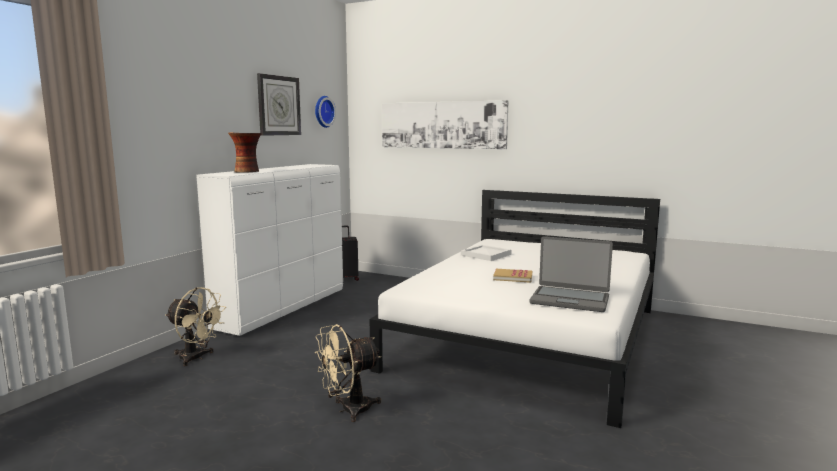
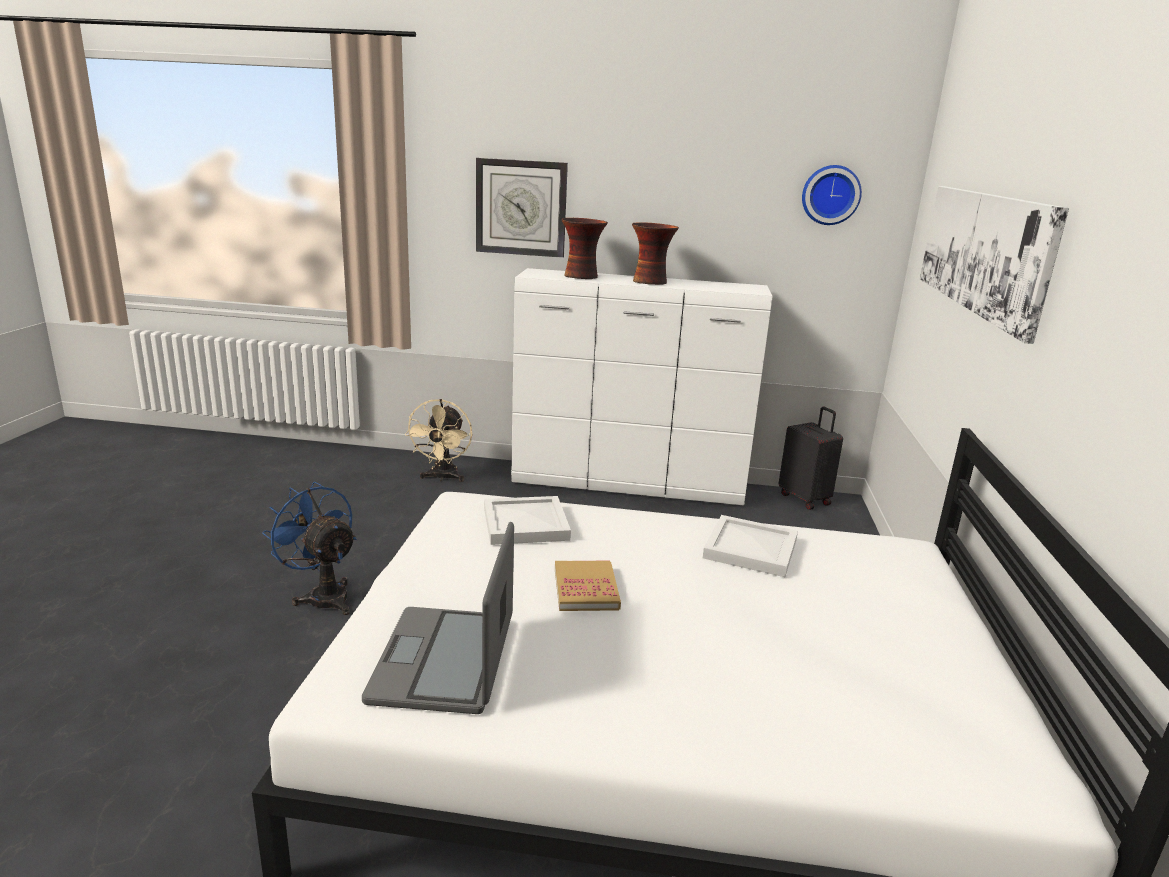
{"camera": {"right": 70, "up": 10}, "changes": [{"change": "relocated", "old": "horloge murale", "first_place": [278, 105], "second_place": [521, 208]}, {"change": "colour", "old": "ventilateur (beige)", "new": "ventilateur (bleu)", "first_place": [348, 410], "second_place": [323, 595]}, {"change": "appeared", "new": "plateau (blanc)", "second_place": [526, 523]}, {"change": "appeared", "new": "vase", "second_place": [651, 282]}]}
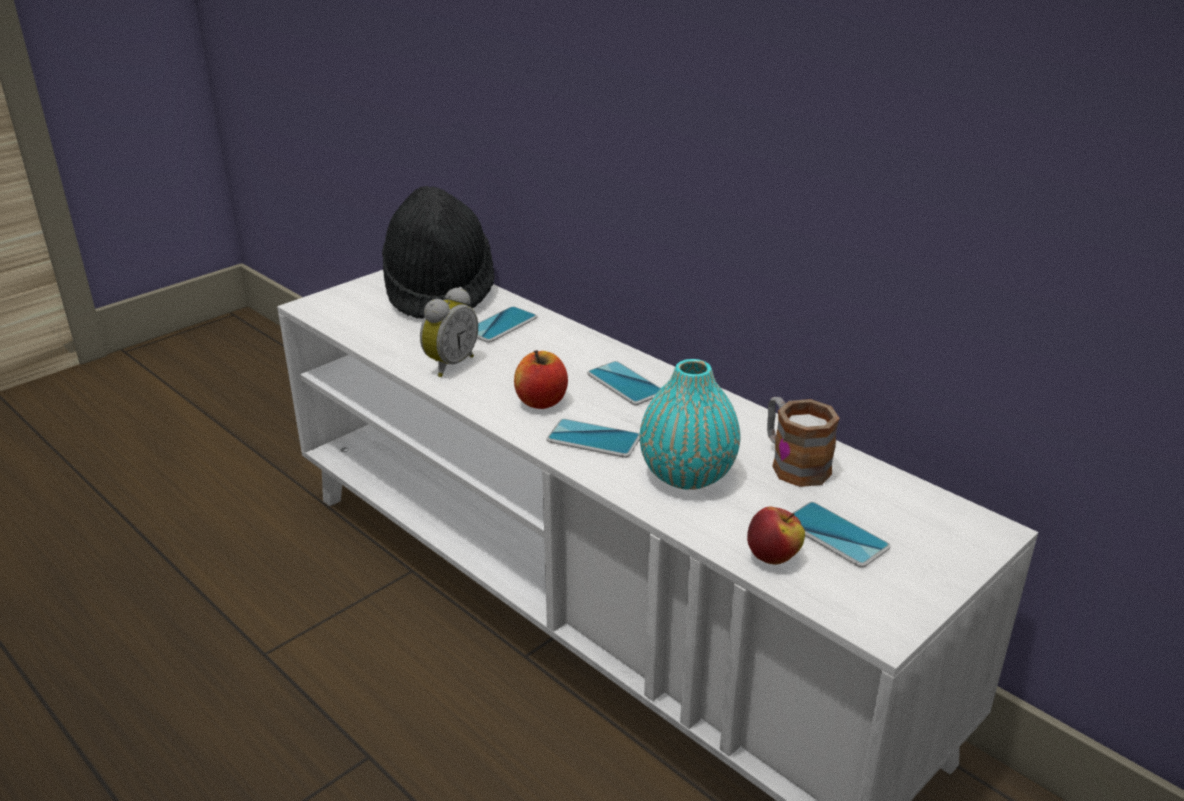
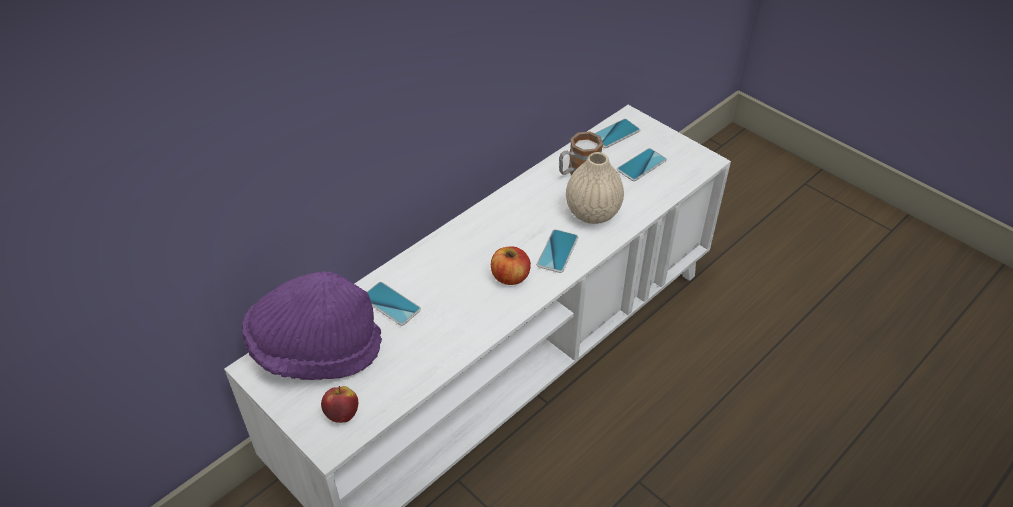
{"camera": {"right": -90, "up": 15}, "changes": [{"change": "colour", "old": "chapeau (noir)", "new": "chapeau (violet)", "first_place": [439, 291], "second_place": [316, 350]}, {"change": "missing", "old": "réveil", "first_place": [449, 364]}, {"change": "relocated", "old": "téléphone", "first_place": [625, 384], "second_place": [615, 134]}, {"change": "colour", "old": "vase (turquoise)", "new": "vase (beige)", "first_place": [687, 474], "second_place": [592, 213]}, {"change": "relocated", "old": "pomme", "first_place": [773, 557], "second_place": [342, 414]}]}
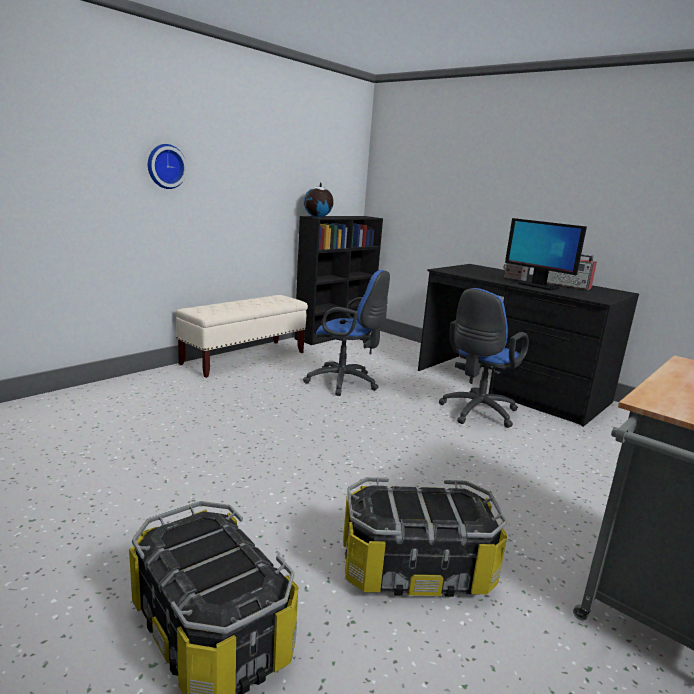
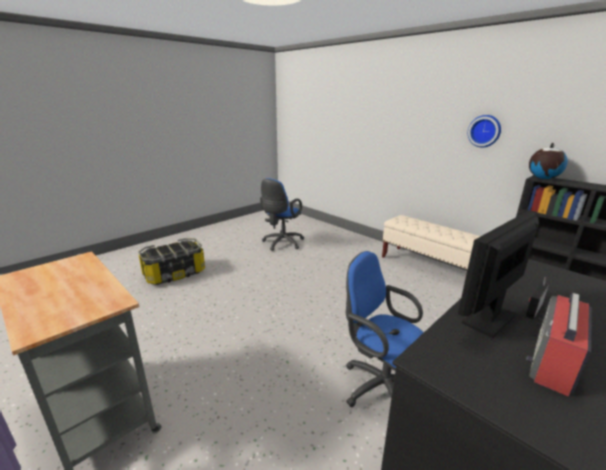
{"camera": {"right": 95, "up": 5}, "changes": [{"change": "relocated", "old": "horloge murale", "first_place": [165, 166], "second_place": [484, 131]}, {"change": "relocated", "old": "chaise de bureau (bleu)", "first_place": [345, 383], "second_place": [281, 243]}, {"change": "missing", "old": "boîte de rangement", "first_place": [416, 569]}]}
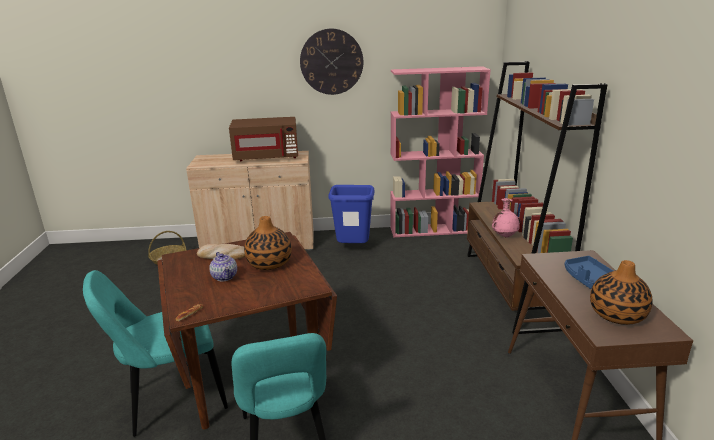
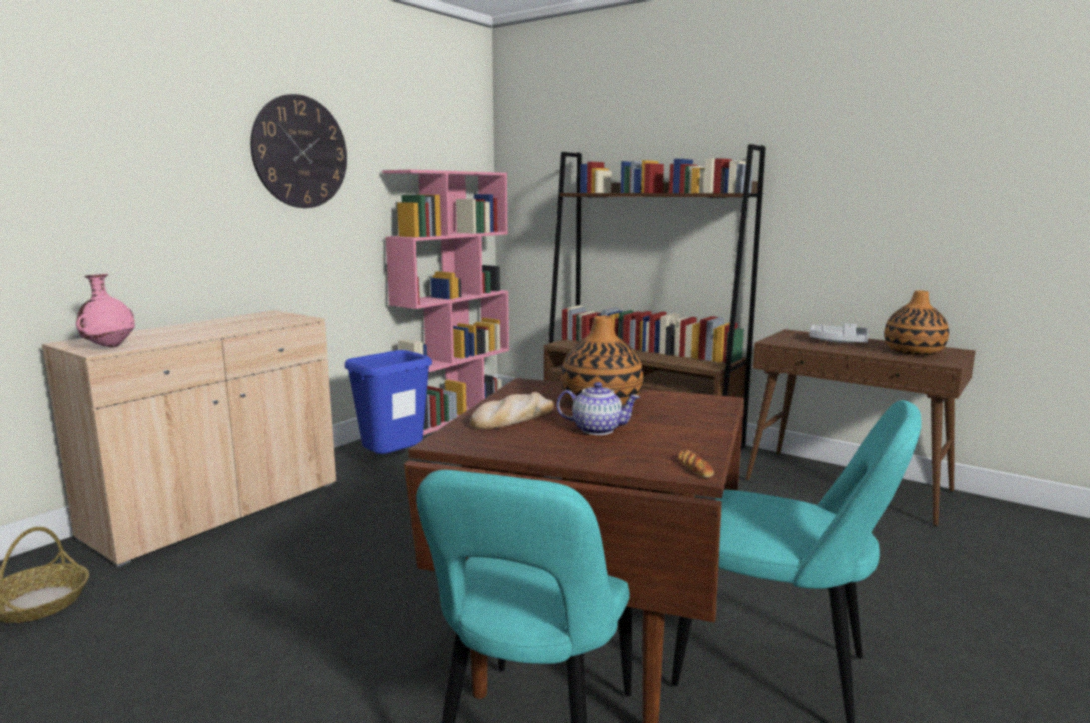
{"camera": {"right": -50, "up": -10}, "changes": [{"change": "missing", "old": "micro-ondes (marron)", "first_place": [267, 157]}, {"change": "relocated", "old": "vase (rose)", "first_place": [505, 236], "second_place": [110, 347]}, {"change": "colour", "old": "plateau (bleu)", "new": "plateau (gris)", "first_place": [588, 279], "second_place": [838, 342]}]}
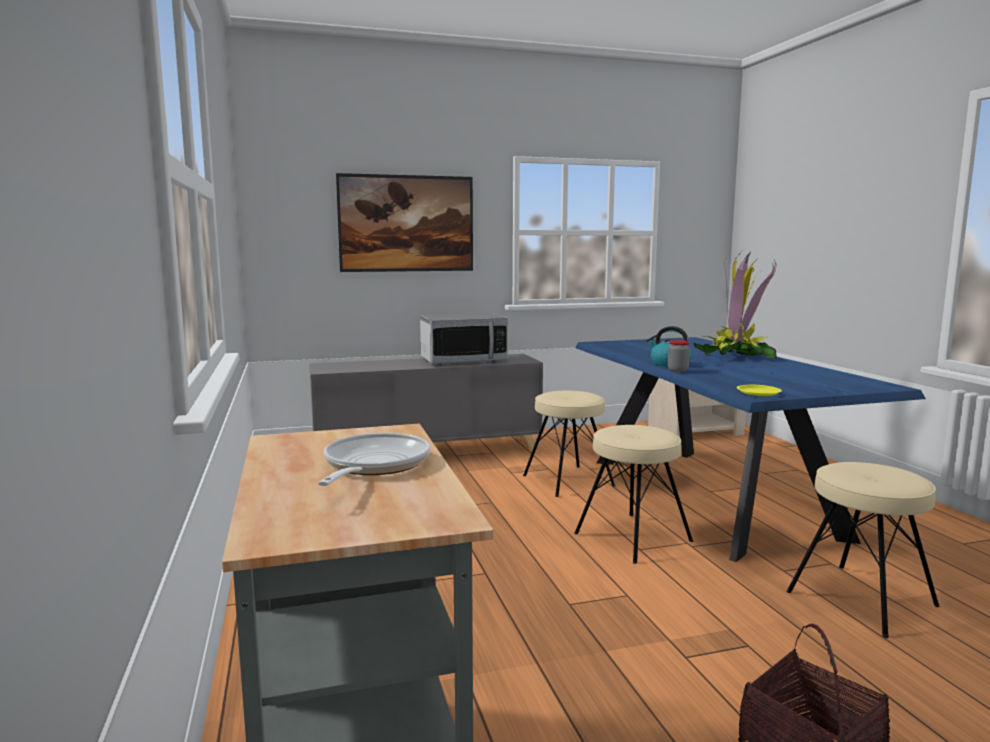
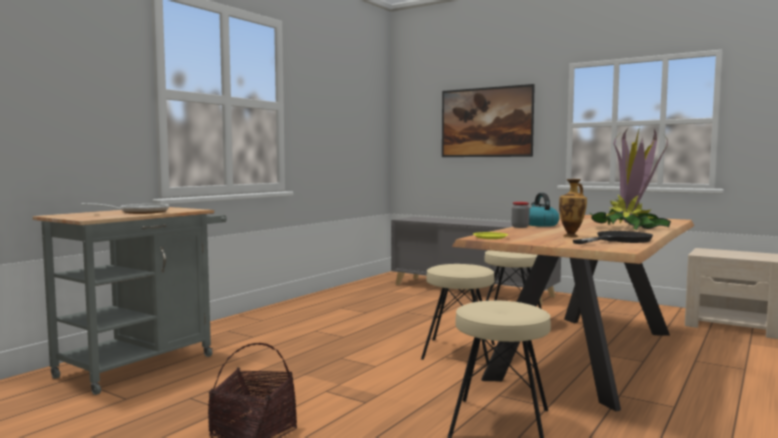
{"camera": {"right": 50, "up": -5}, "changes": [{"change": "missing", "old": "micro-ondes", "first_place": [463, 360]}, {"change": "colour", "old": "table à manger (bleu)", "new": "table à manger (marron)", "first_place": [708, 496], "second_place": [586, 354]}, {"change": "appeared", "new": "vase", "second_place": [571, 236]}, {"change": "appeared", "new": "poêle (noir)", "second_place": [617, 240]}]}
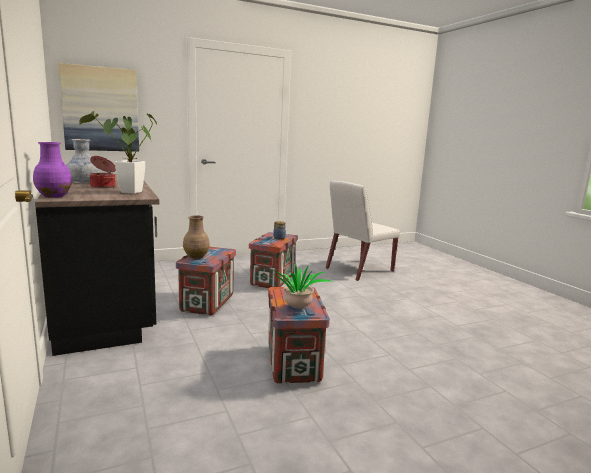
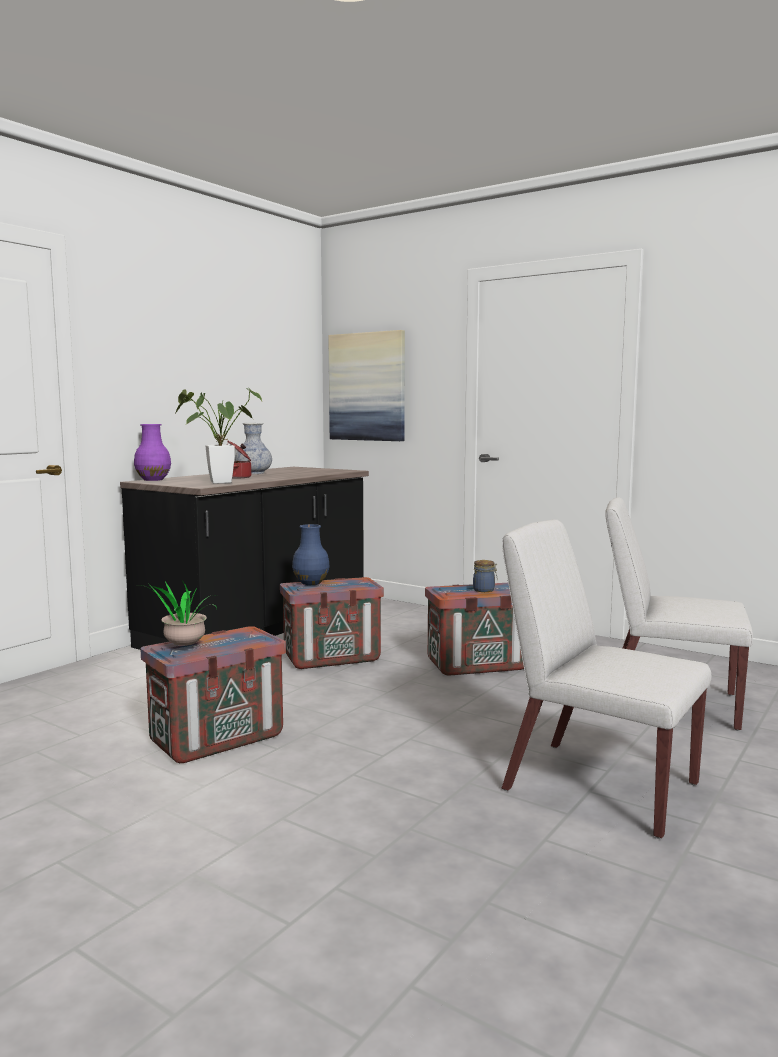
{"camera": {"right": 60, "up": -5}, "changes": [{"change": "colour", "old": "vase (marron)", "new": "vase (bleu)", "first_place": [196, 256], "second_place": [311, 583]}, {"change": "appeared", "new": "chaise (blanc)", "second_place": [597, 786]}]}
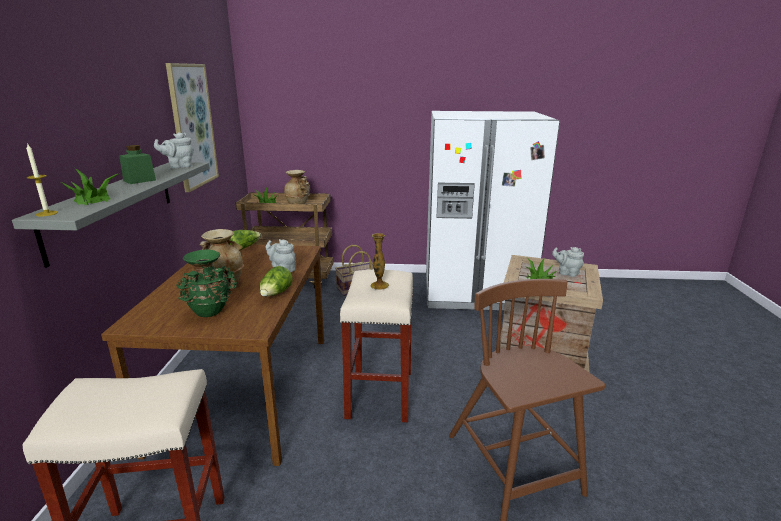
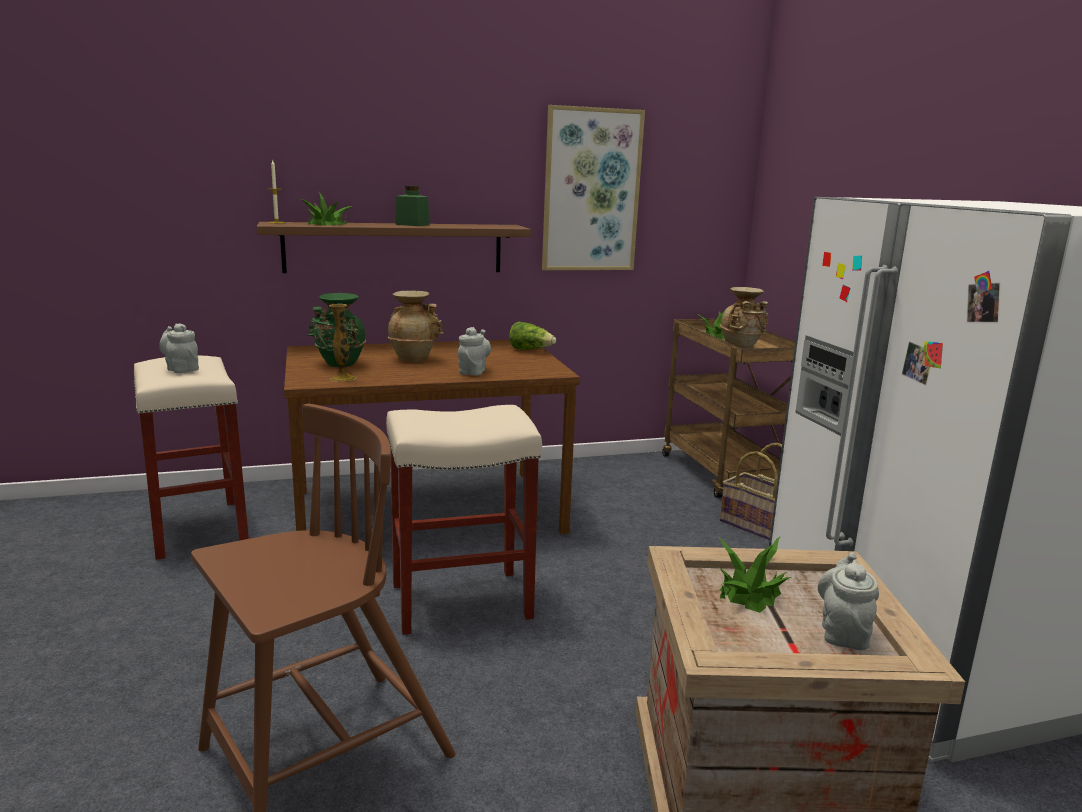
{"camera": {"right": 70, "up": -5}, "changes": [{"change": "colour", "old": "étagère (gris)", "new": "étagère (marron)", "first_place": [114, 206], "second_place": [394, 248]}, {"change": "relocated", "old": "théière (gris)", "first_place": [179, 166], "second_place": [181, 369]}, {"change": "missing", "old": "laitue", "first_place": [276, 294]}, {"change": "relocated", "old": "vase", "first_place": [379, 285], "second_place": [343, 378]}]}
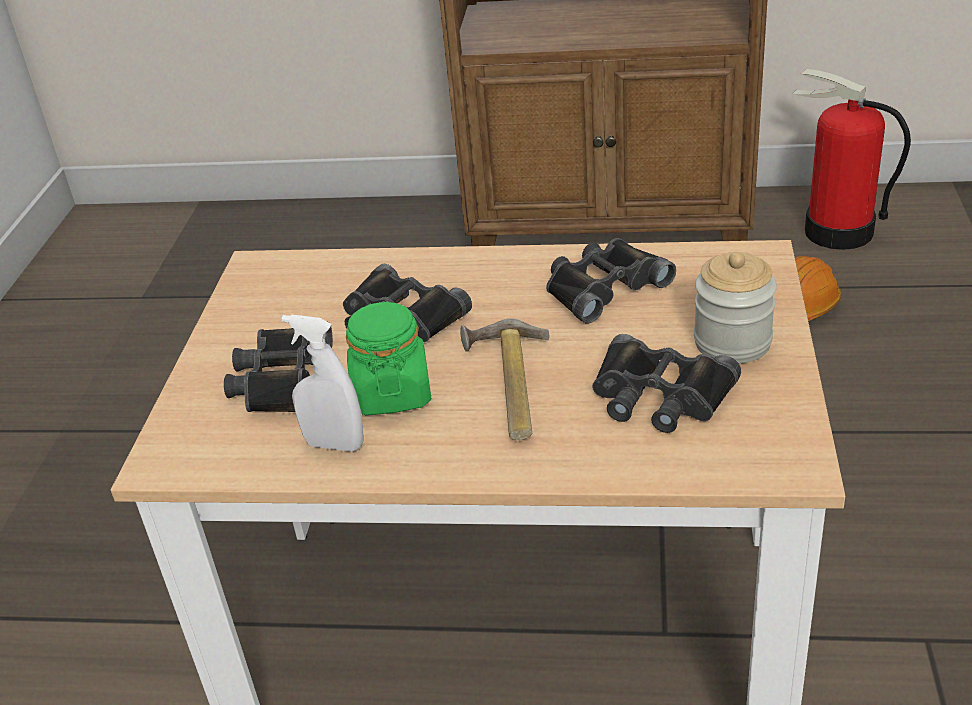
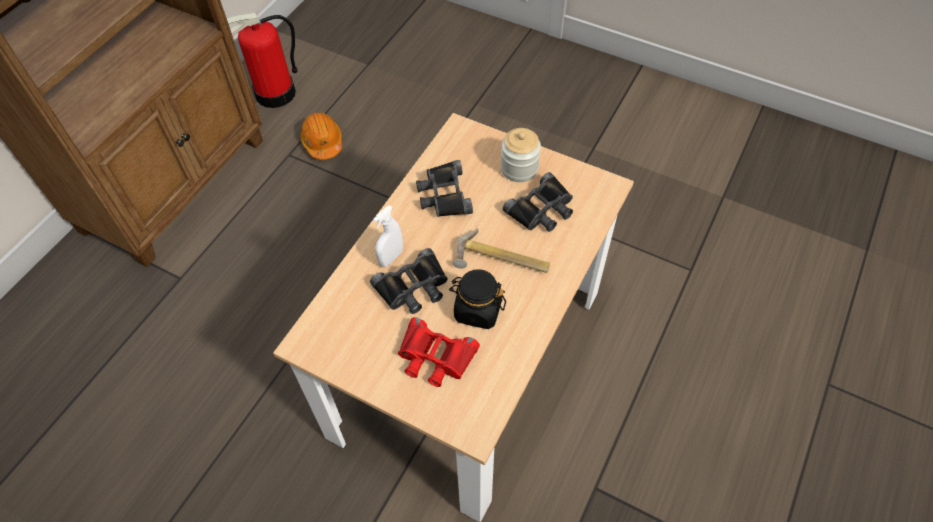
{"camera": {"right": -70, "up": 20}, "changes": [{"change": "colour", "old": "jumelles (noir)", "new": "jumelles (rouge)", "first_place": [282, 380], "second_place": [435, 357]}, {"change": "relocated", "old": "vaporisateur (blanc)", "first_place": [334, 445], "second_place": [391, 258]}, {"change": "colour", "old": "bocal (vert)", "new": "bocal (noir)", "first_place": [392, 393], "second_place": [477, 310]}]}
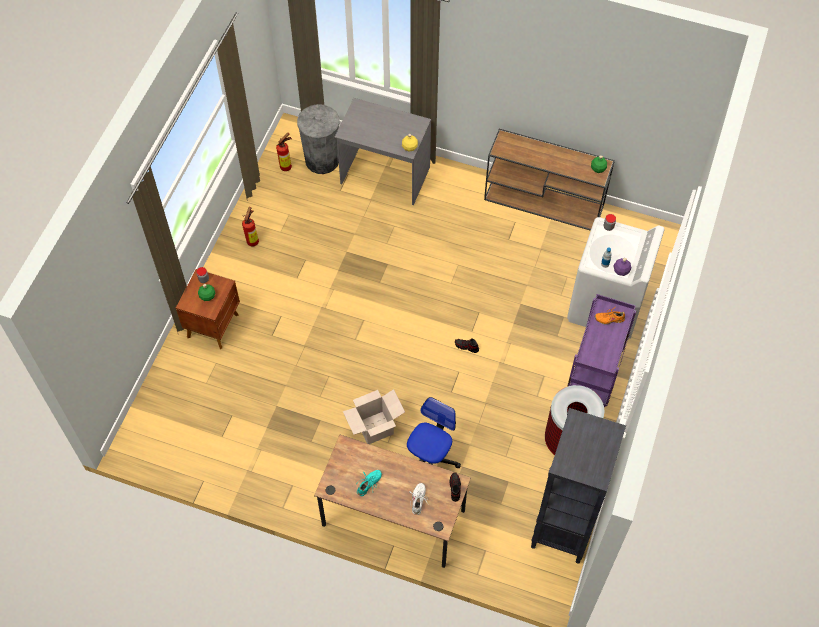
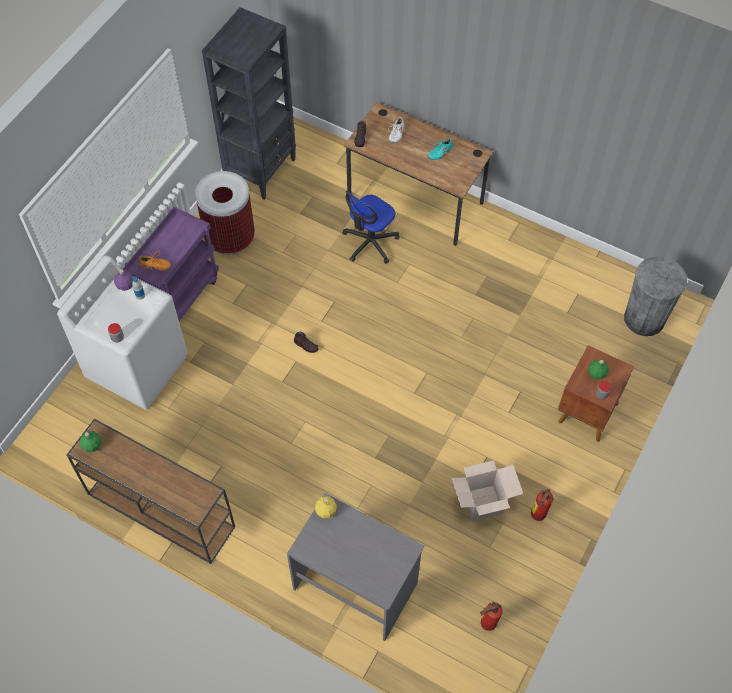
{"camera": {"right": -170, "up": 0}, "changes": [{"change": "relocated", "old": "poubelle (gris)", "first_place": [322, 160], "second_place": [644, 318]}, {"change": "relocated", "old": "carton", "first_place": [375, 428], "second_place": [482, 503]}]}
